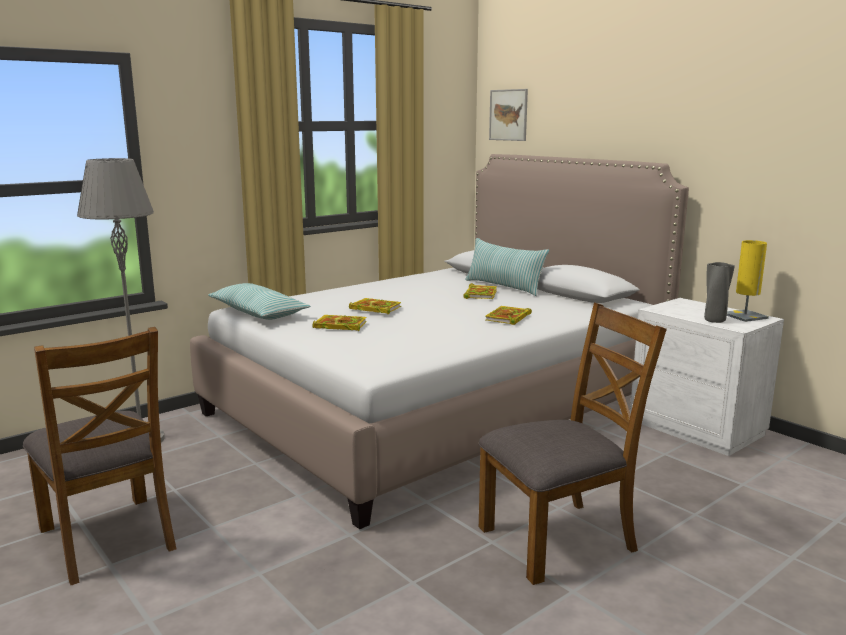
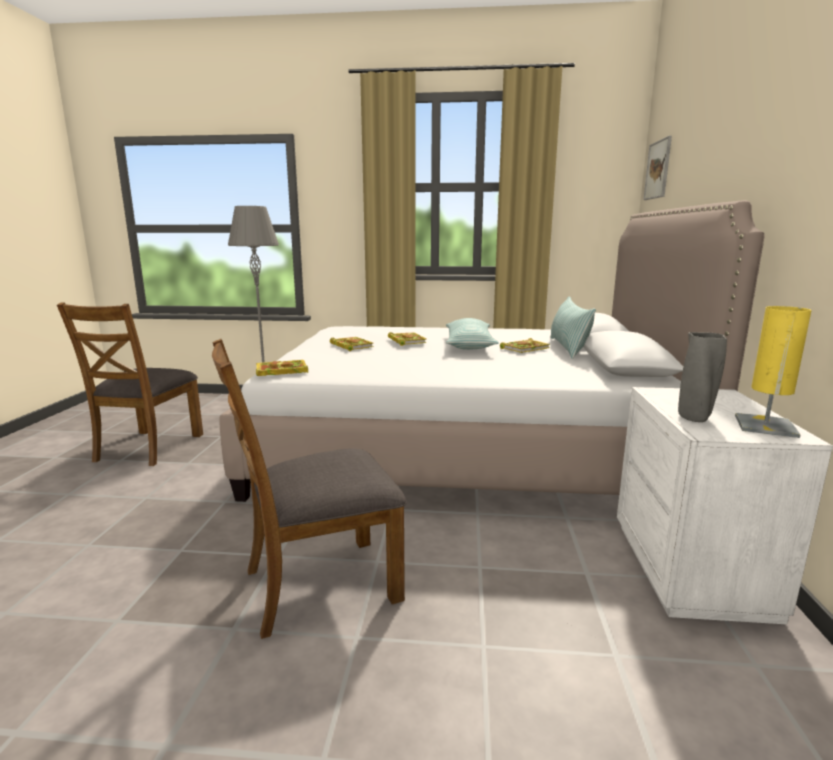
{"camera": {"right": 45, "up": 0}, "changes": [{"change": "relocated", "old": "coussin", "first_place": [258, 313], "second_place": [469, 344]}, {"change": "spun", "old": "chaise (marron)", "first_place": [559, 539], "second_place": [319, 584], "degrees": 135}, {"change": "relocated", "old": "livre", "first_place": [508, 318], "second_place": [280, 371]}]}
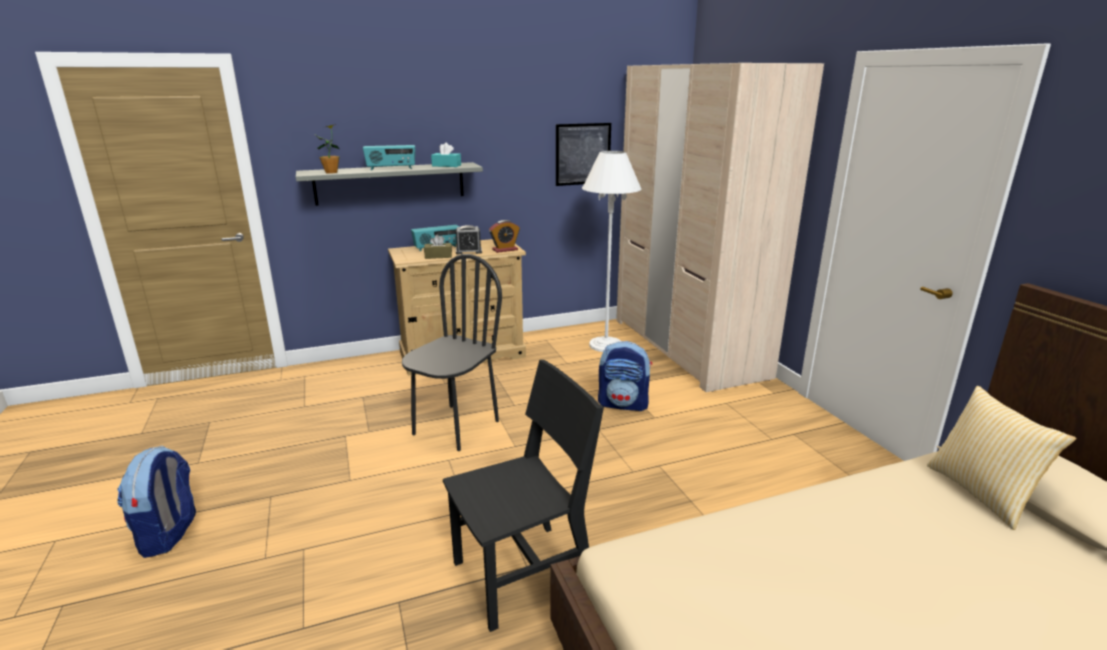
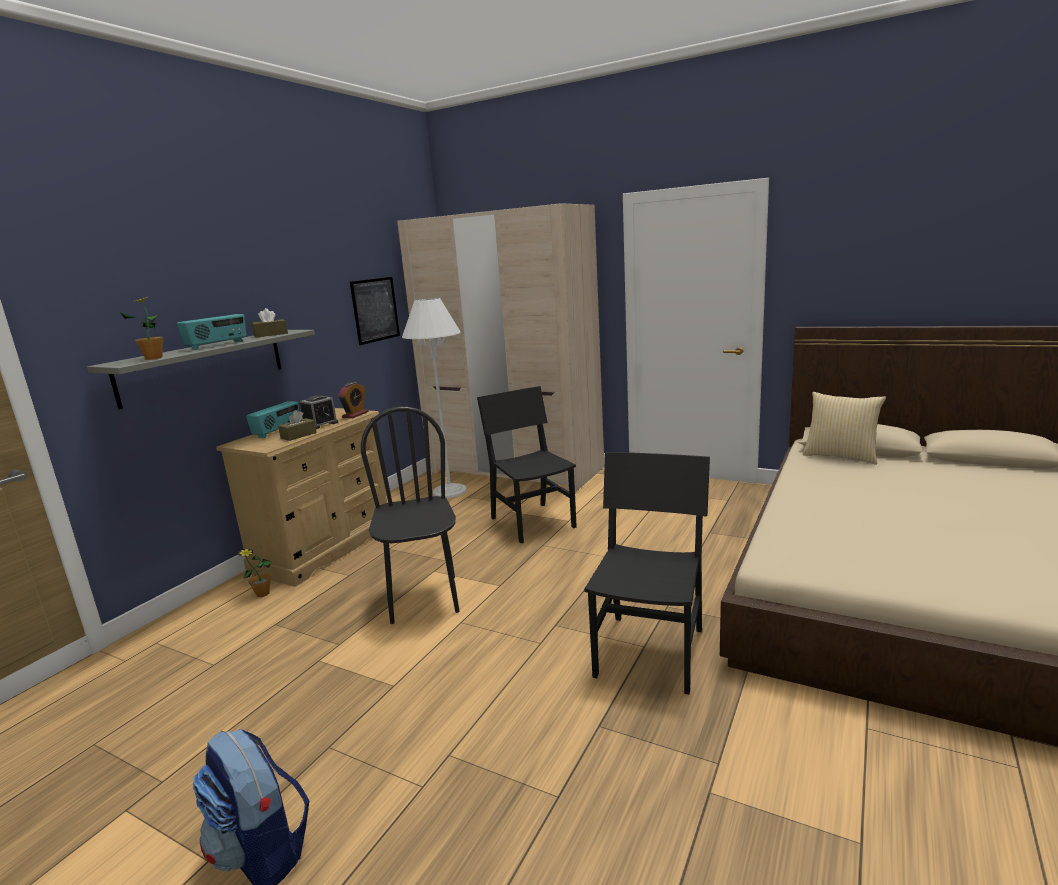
{"camera": {"right": -40, "up": -5}, "changes": [{"change": "colour", "old": "boîte à mouchoirs (turquoise)", "new": "boîte à mouchoirs (marron)", "first_place": [446, 165], "second_place": [271, 334]}, {"change": "exchanged", "old": "sac à dos", "new": "chaise (noir)", "first_place": [623, 404], "second_place": [533, 522]}, {"change": "appeared", "new": "plante en pot", "second_place": [262, 594]}]}
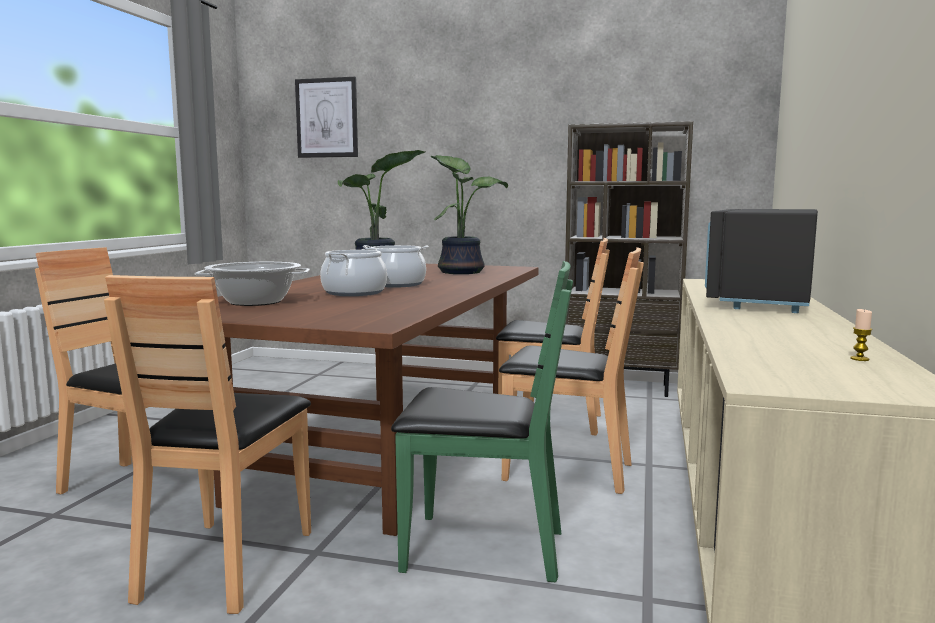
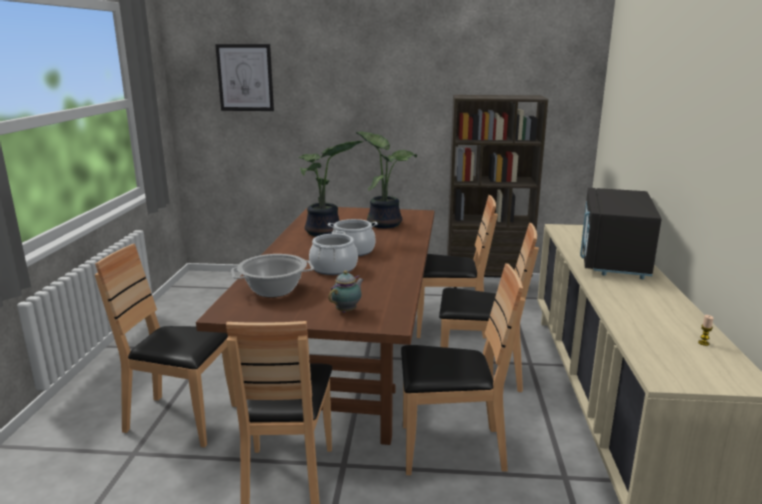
{"camera": {"right": -10, "up": 10}, "changes": [{"change": "colour", "old": "chaise (vert)", "new": "chaise (marron)", "first_place": [482, 548], "second_place": [450, 449]}, {"change": "appeared", "new": "théière", "second_place": [347, 311]}]}
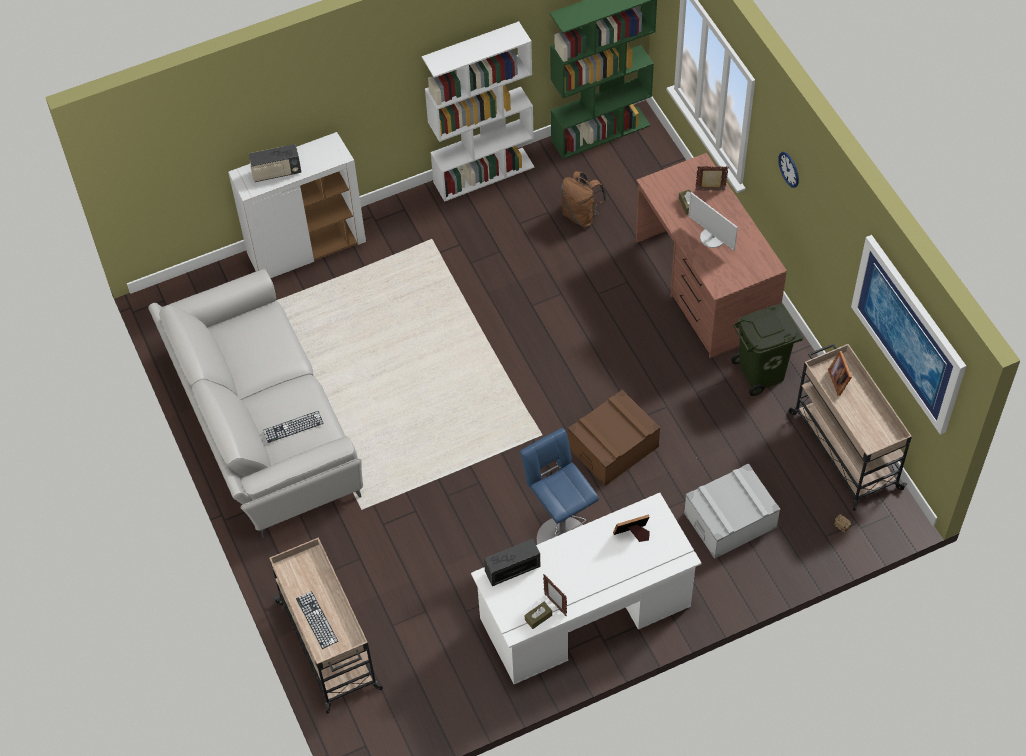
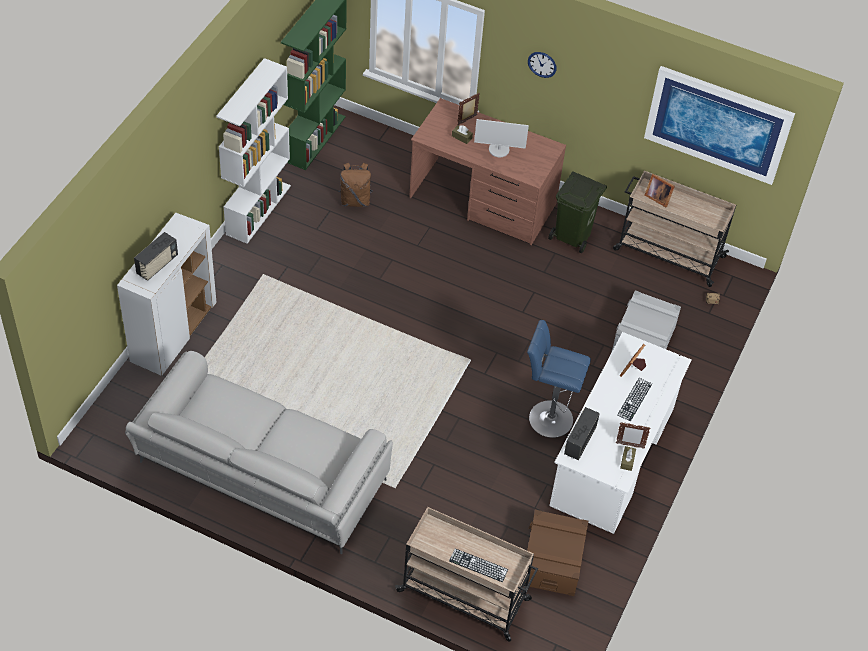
{"camera": {"right": -45, "up": -5}, "changes": [{"change": "relocated", "old": "clavier", "first_place": [293, 427], "second_place": [634, 399]}, {"change": "relocated", "old": "boîte de rangement (marron)", "first_place": [613, 447], "second_place": [552, 561]}]}
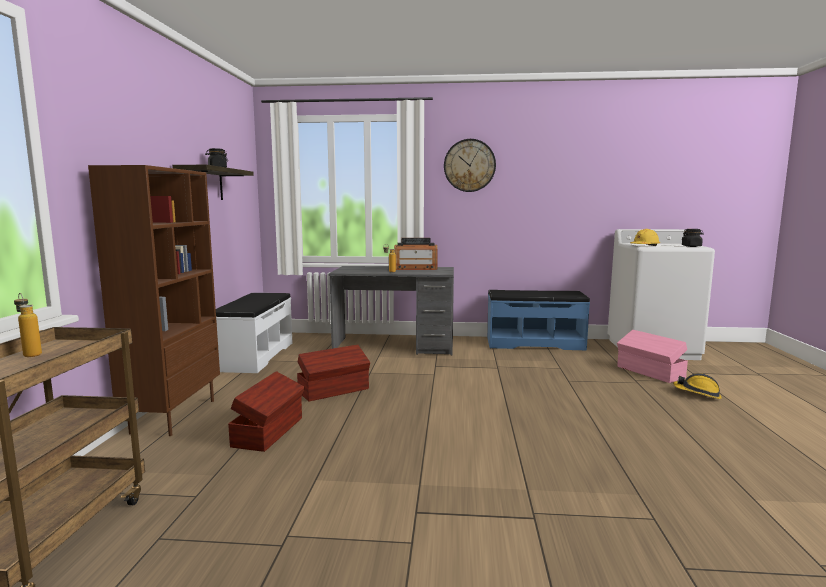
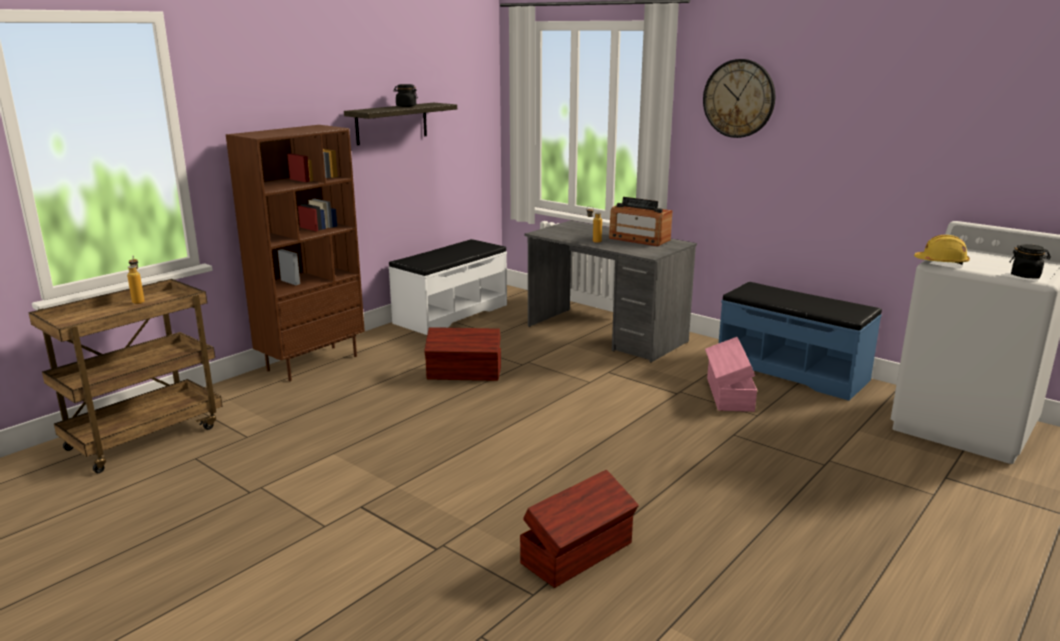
{"camera": {"right": 35, "up": 10}, "changes": [{"change": "relocated", "old": "boîte de rangement (marron)", "first_place": [270, 431], "second_place": [579, 553]}, {"change": "relocated", "old": "boîte de rangement (rose)", "first_place": [650, 372], "second_place": [728, 394]}, {"change": "missing", "old": "casque de chantier", "first_place": [697, 393]}]}
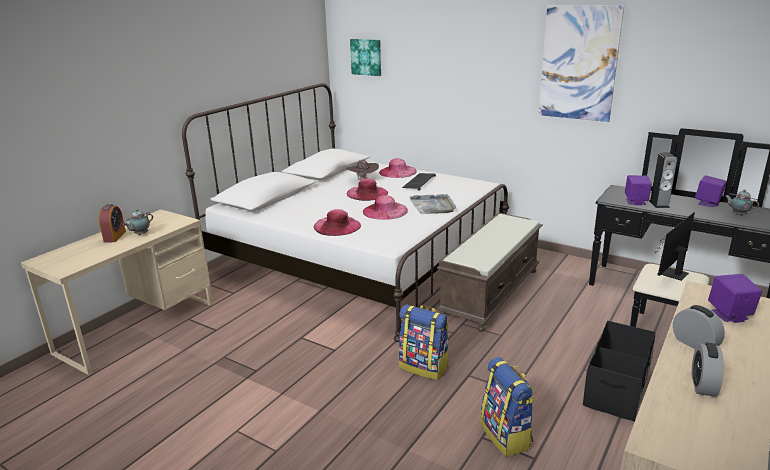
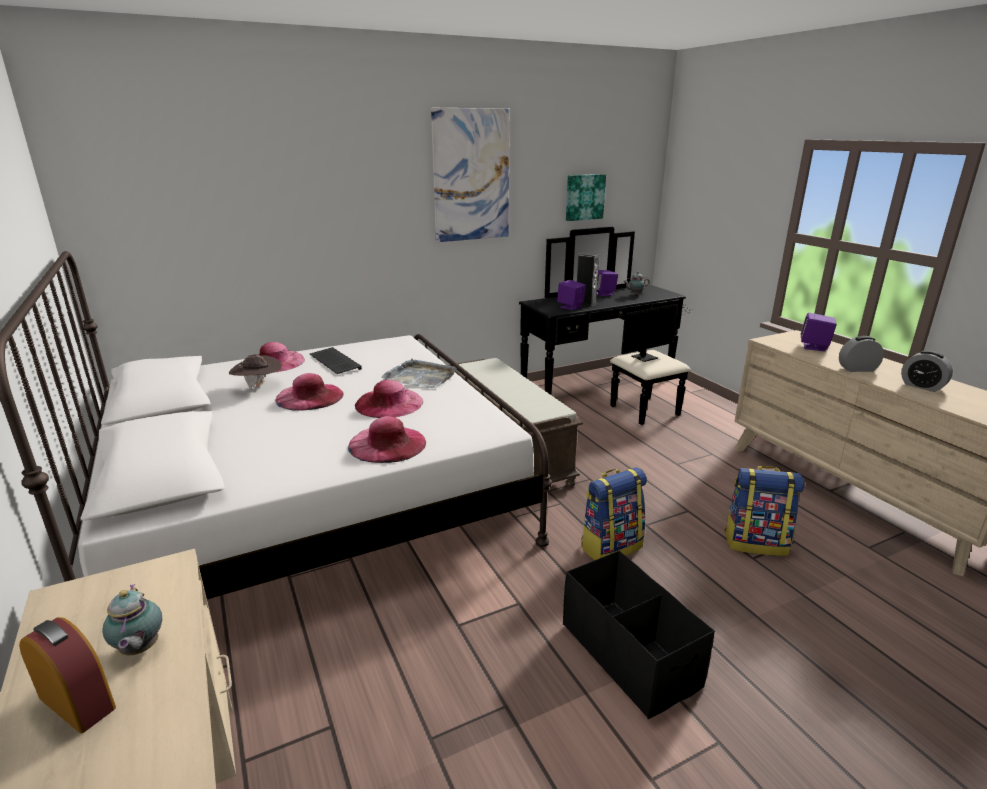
{"camera": {"right": -60, "up": 0}, "changes": [{"change": "relocated", "old": "tableau", "first_place": [366, 57], "second_place": [584, 197]}, {"change": "relocated", "old": "boîte de rangement (noir)", "first_place": [617, 387], "second_place": [629, 654]}, {"change": "spun", "old": "écran d'ordinateur", "first_place": [672, 275], "second_place": [647, 357], "degrees": -105}]}
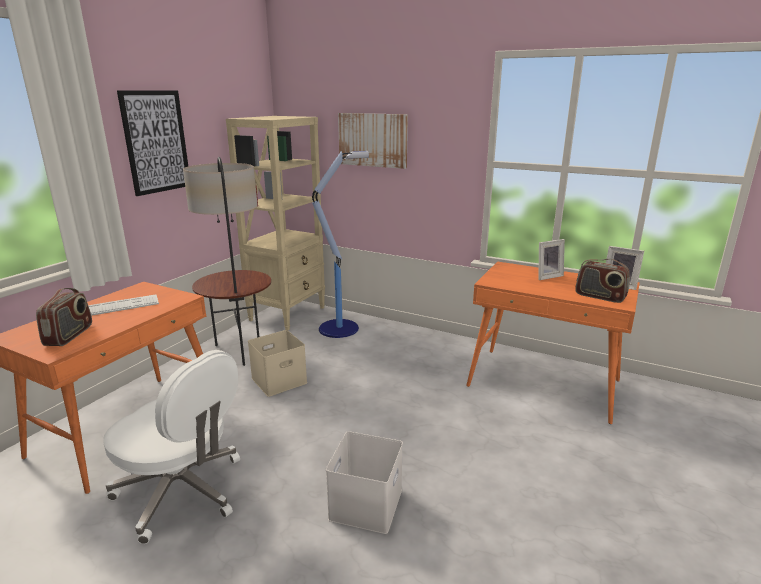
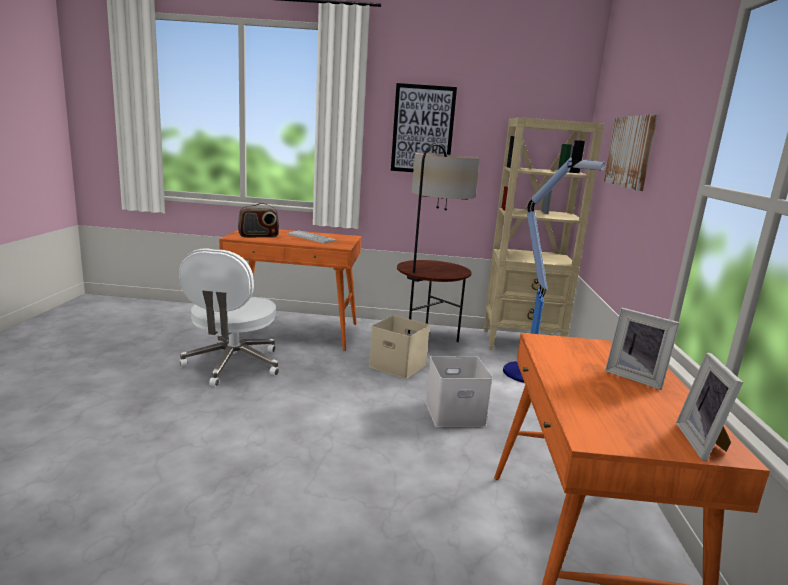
{"camera": {"right": 65, "up": -5}, "changes": [{"change": "relocated", "old": "boîte de rangement (blanc)", "first_place": [365, 503], "second_place": [456, 413]}, {"change": "missing", "old": "radio", "first_place": [599, 296]}]}
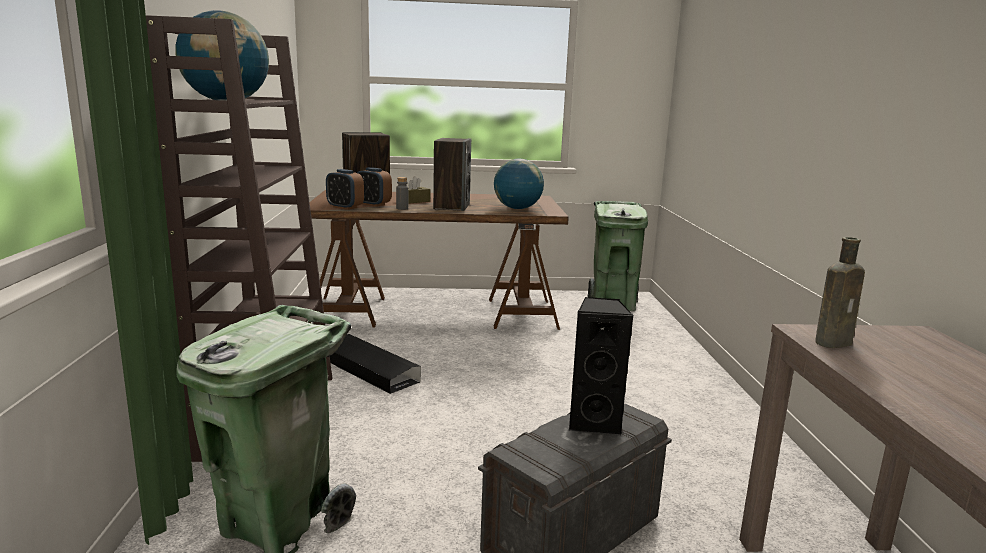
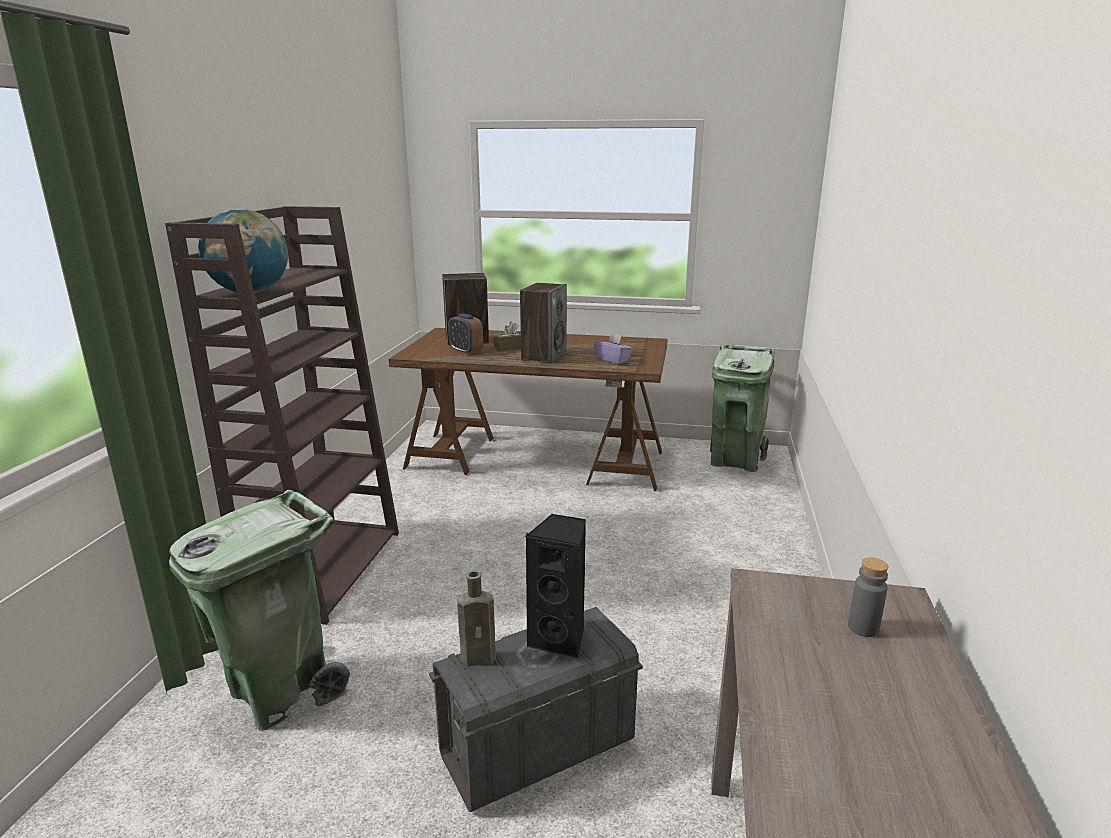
{"camera": {"right": 15, "up": 5}, "changes": [{"change": "missing", "old": "réveil", "first_place": [345, 207]}, {"change": "missing", "old": "boîte de rangement (noir)", "first_place": [368, 369]}, {"change": "relocated", "old": "bouteille (gris)", "first_place": [402, 208], "second_place": [863, 628]}, {"change": "exchanged", "old": "globe", "new": "boîte à mouchoirs (violet)", "first_place": [517, 208], "second_place": [612, 360]}, {"change": "relocated", "old": "bouteille (marron)", "first_place": [834, 342], "second_place": [481, 658]}]}
